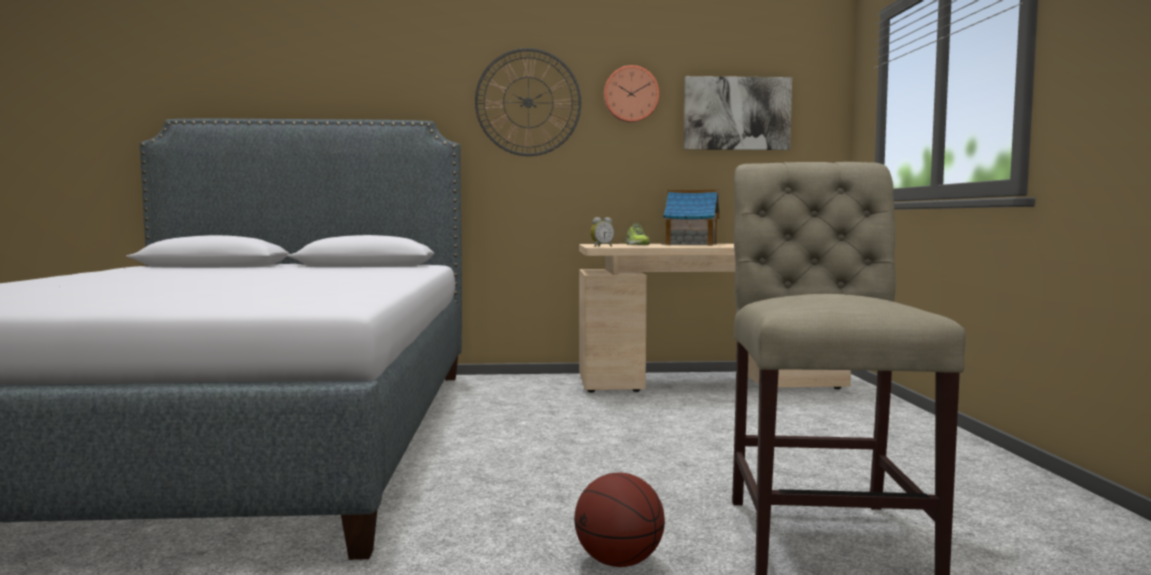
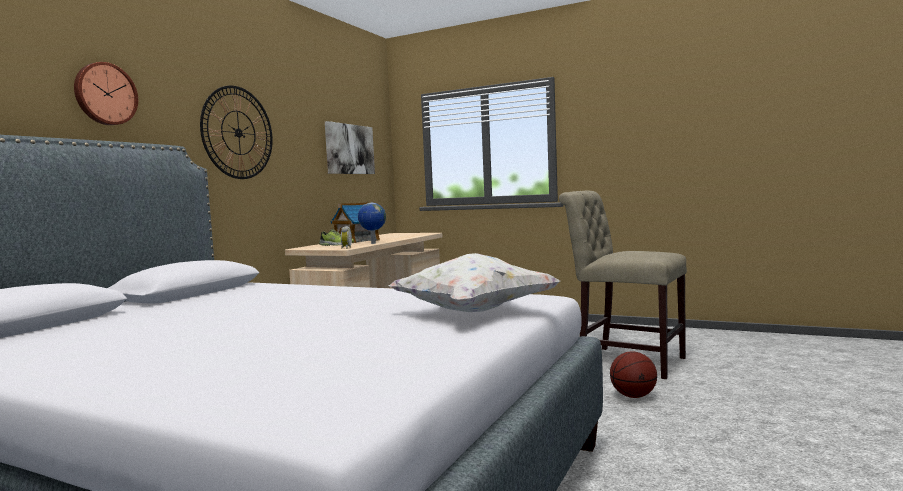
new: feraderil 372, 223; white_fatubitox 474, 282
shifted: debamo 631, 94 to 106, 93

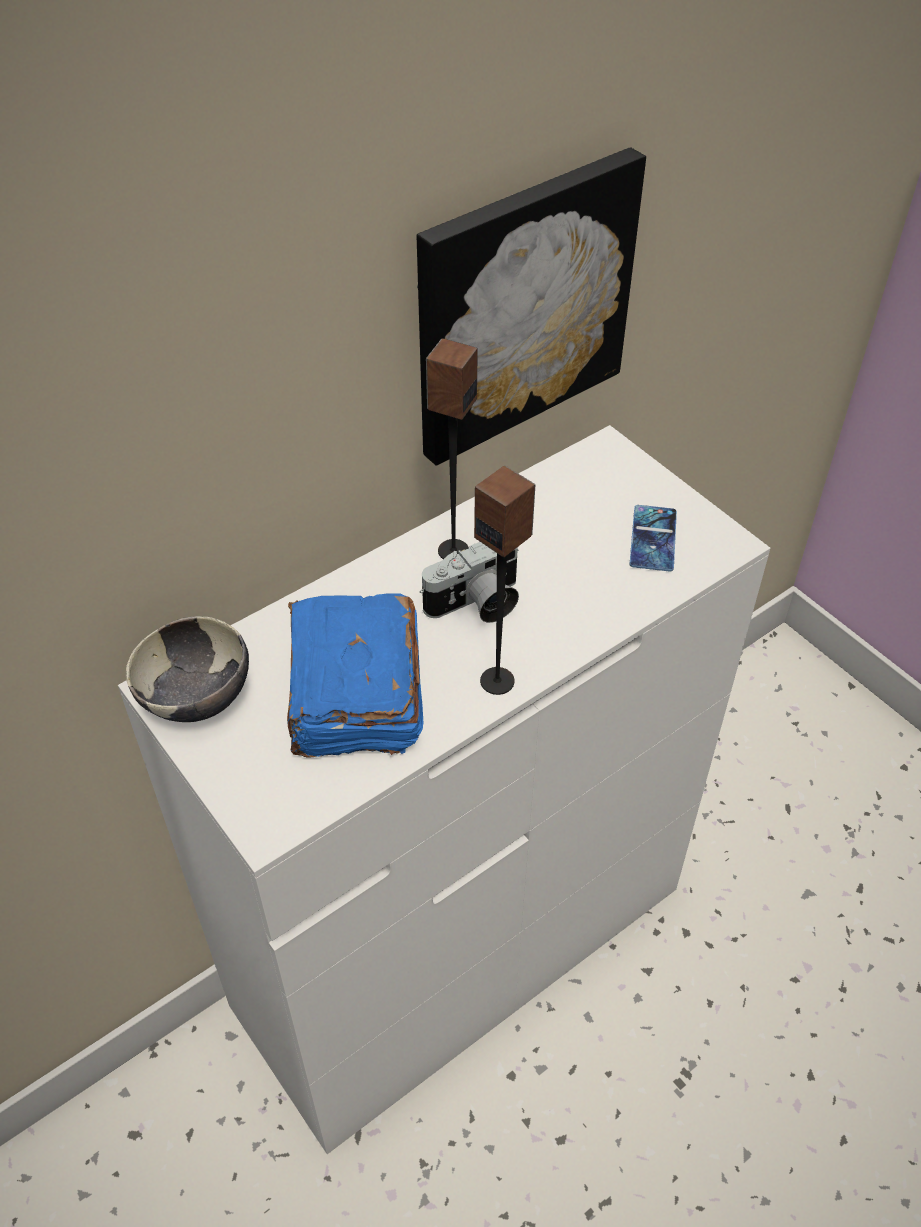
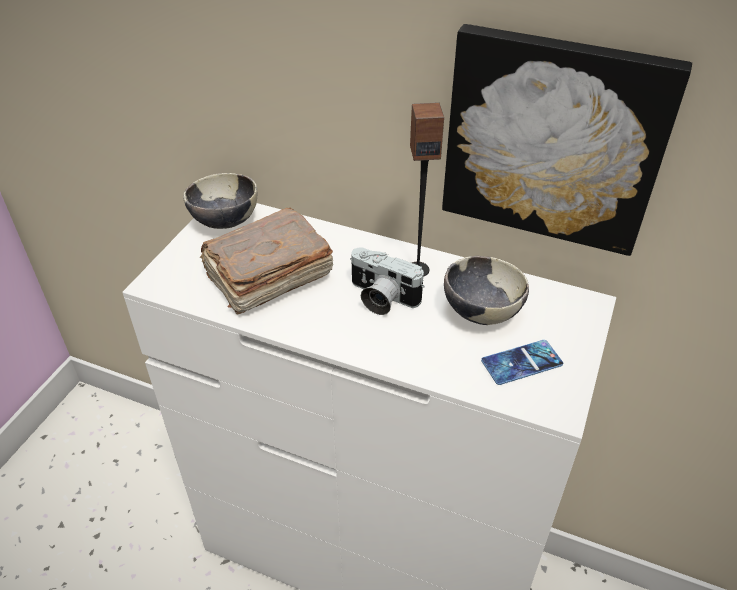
gone: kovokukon 505, 580
new: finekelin 486, 290
repainted: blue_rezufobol 355, 676 to brown_rezufobol 266, 261

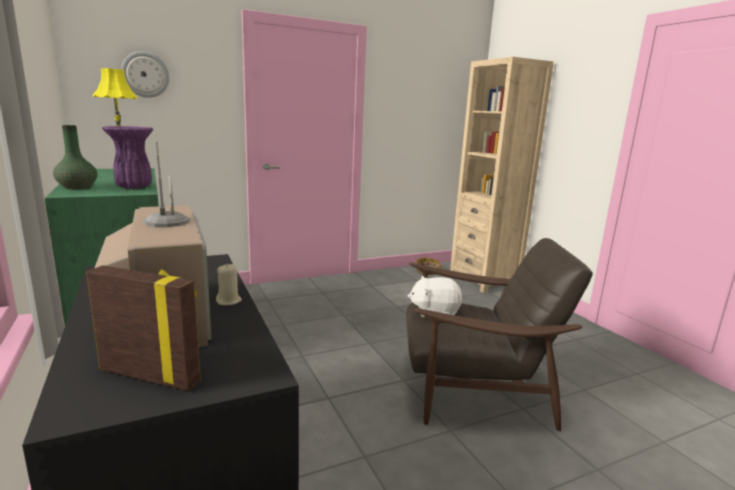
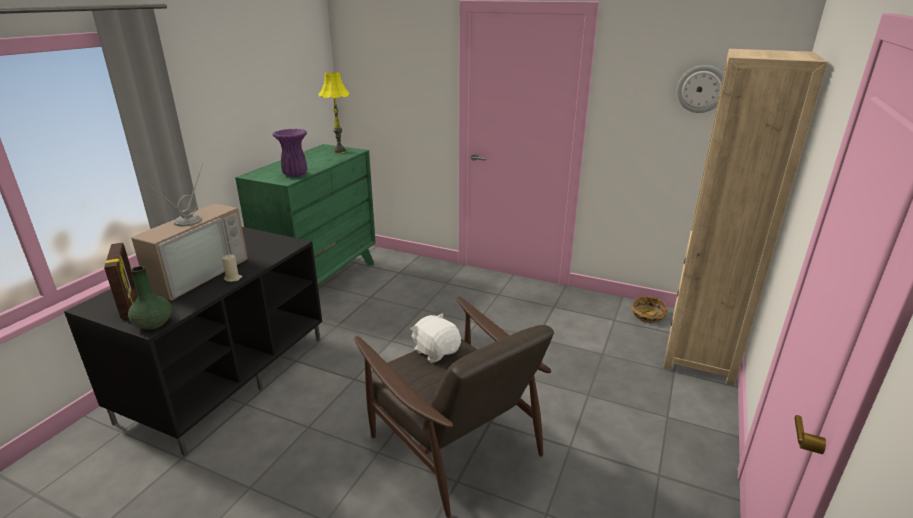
shifted: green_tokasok 75, 157 to 150, 298; debamo 145, 74 to 700, 89

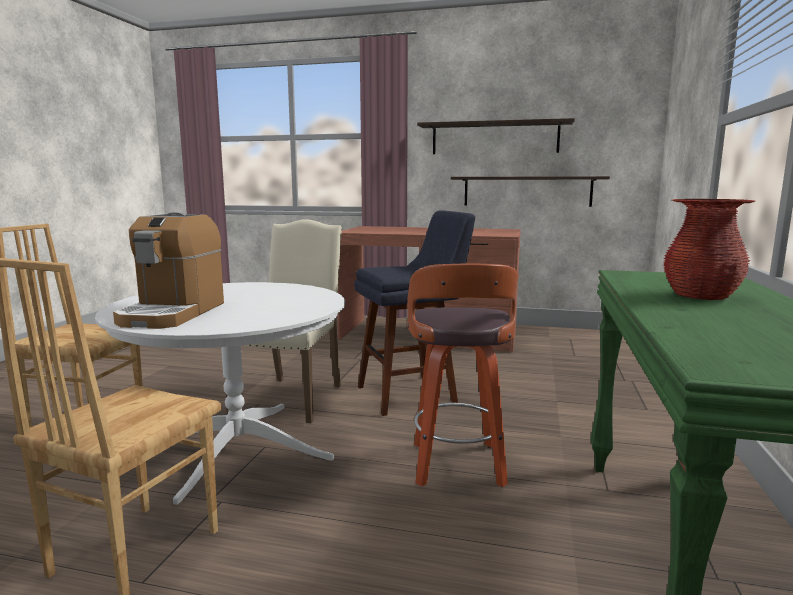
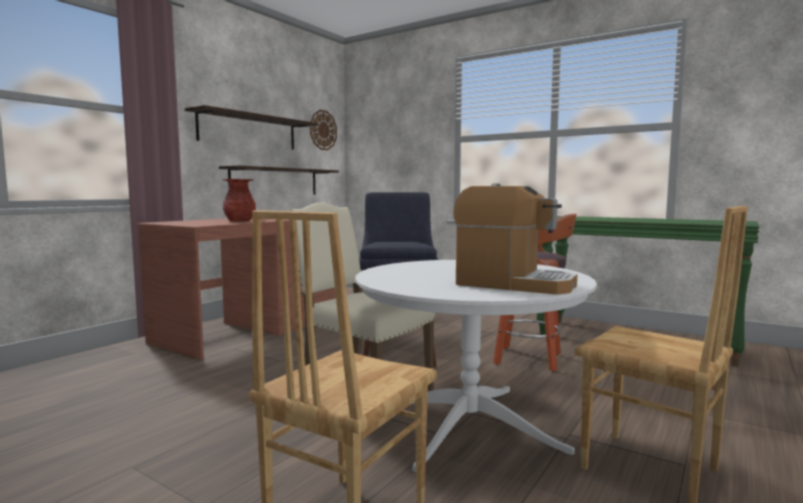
new: debamo 323, 130
shifted: red_tokasok 709, 249 to 239, 200

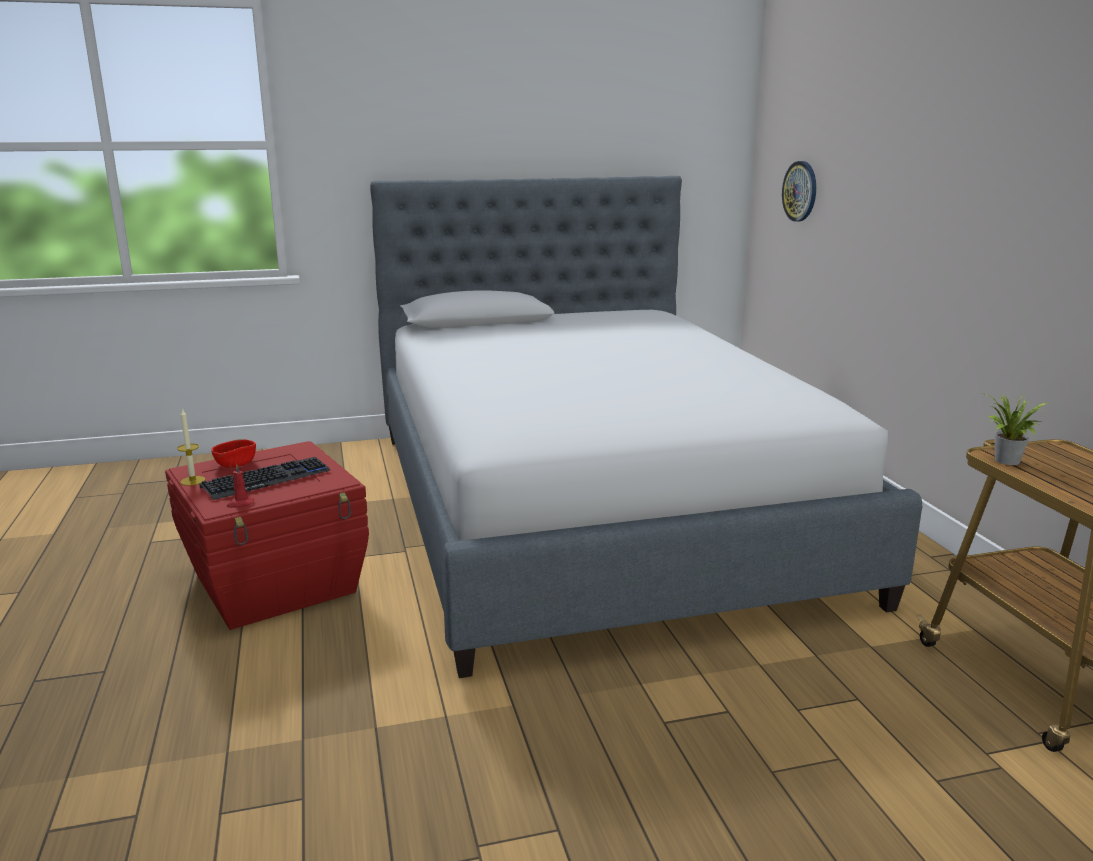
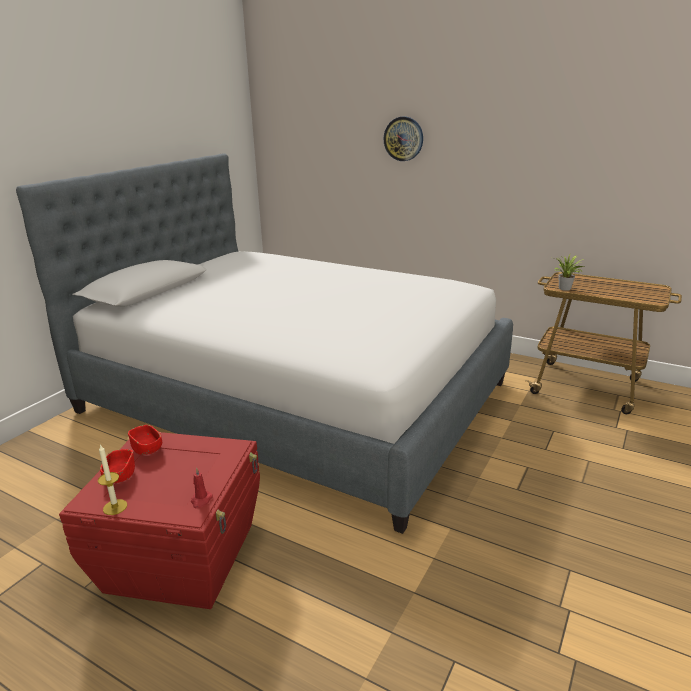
gone: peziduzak 264, 478
new: red_finekelin 145, 440
shifted: debamo 799, 191 to 403, 139

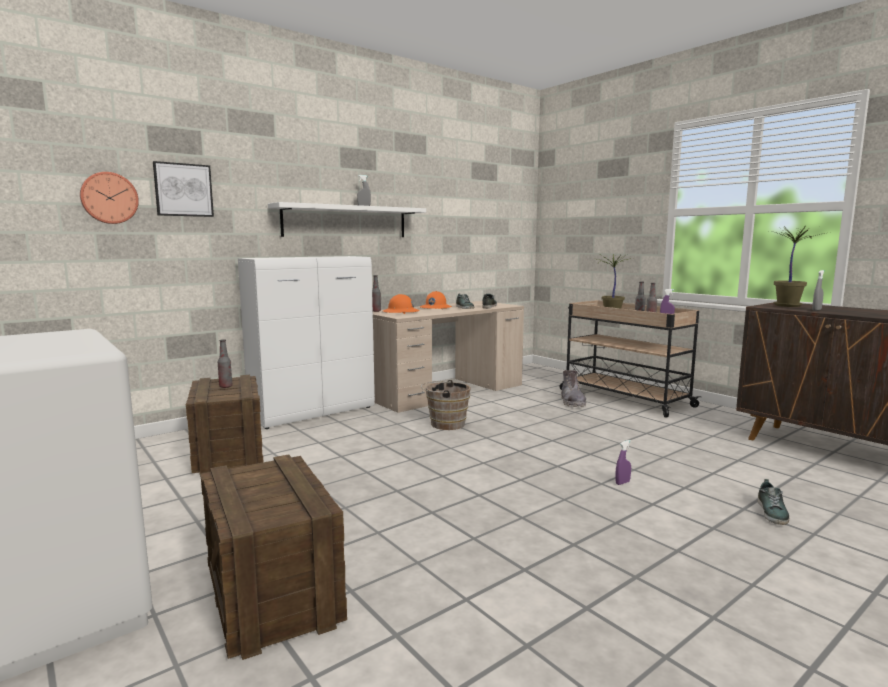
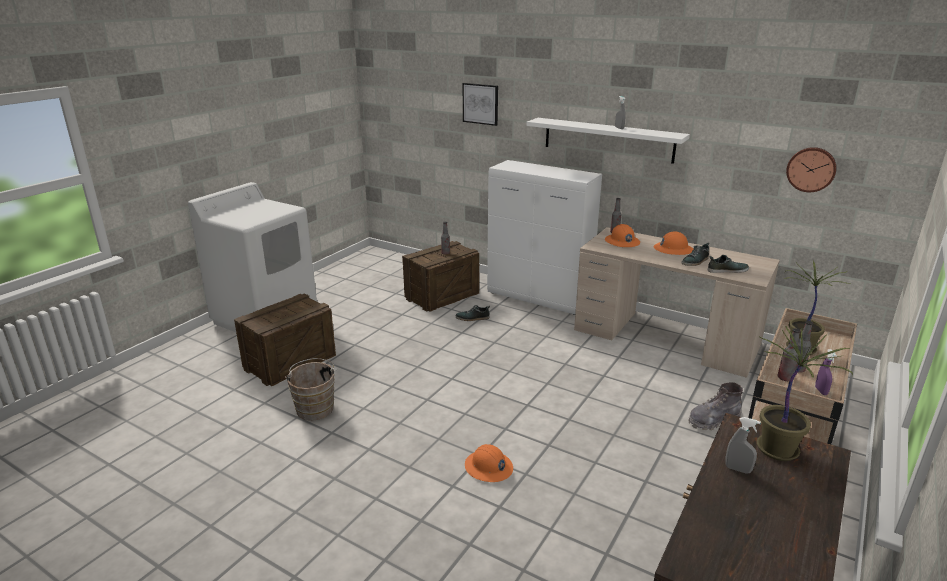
shifted: debamo 109, 198 to 811, 169; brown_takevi 446, 405 to 311, 389; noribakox 773, 502 to 473, 313
swapped: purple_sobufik 623, 462 to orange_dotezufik 489, 463

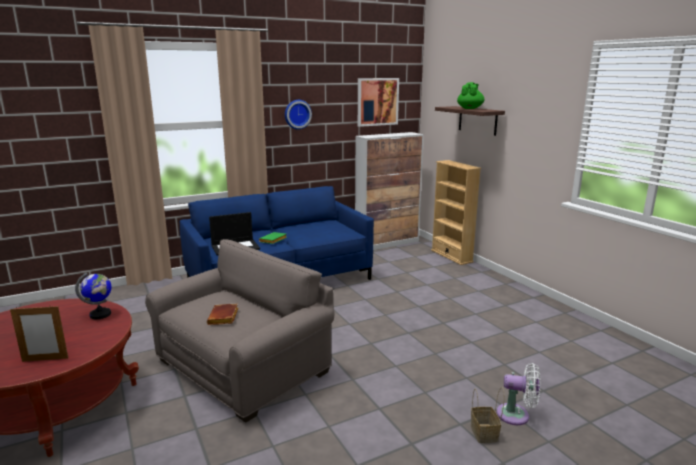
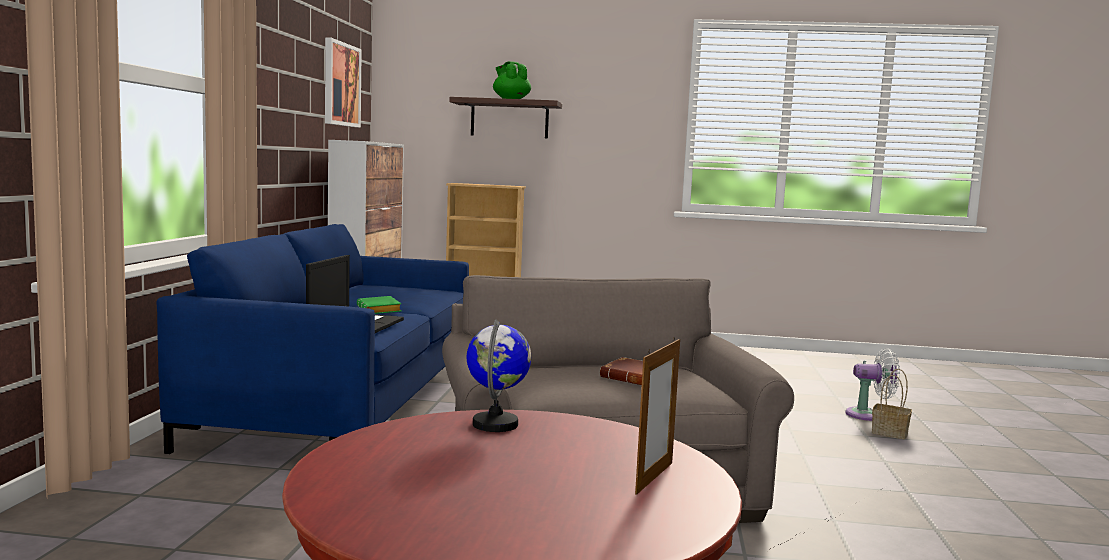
gone: debamo 298, 114
rotated: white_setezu 518, 394 = 872, 384 45 degrees clockwise

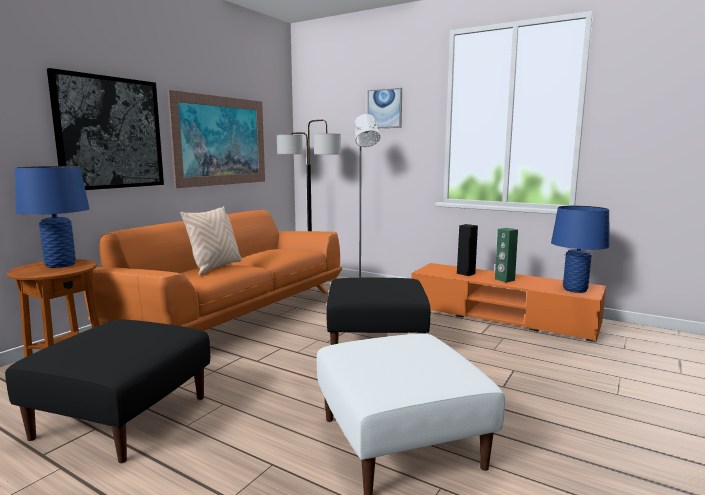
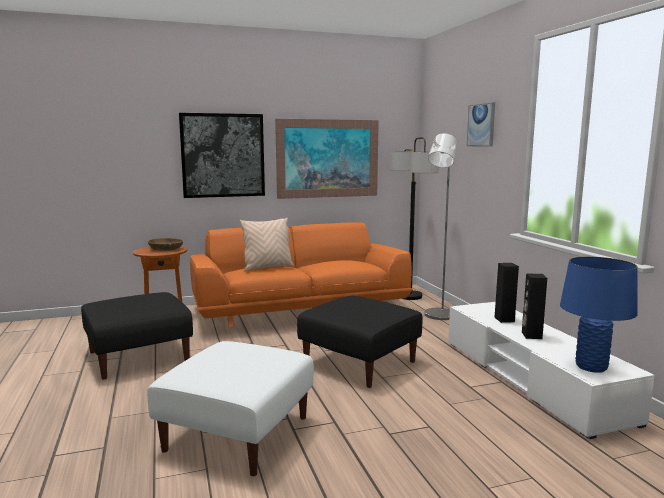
swapped: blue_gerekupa 52, 217 to brown_finekelin 165, 244
repainted: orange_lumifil 508, 302 to white_lumifil 551, 370; green_kovokukon 506, 255 to black_kovokukon 534, 306

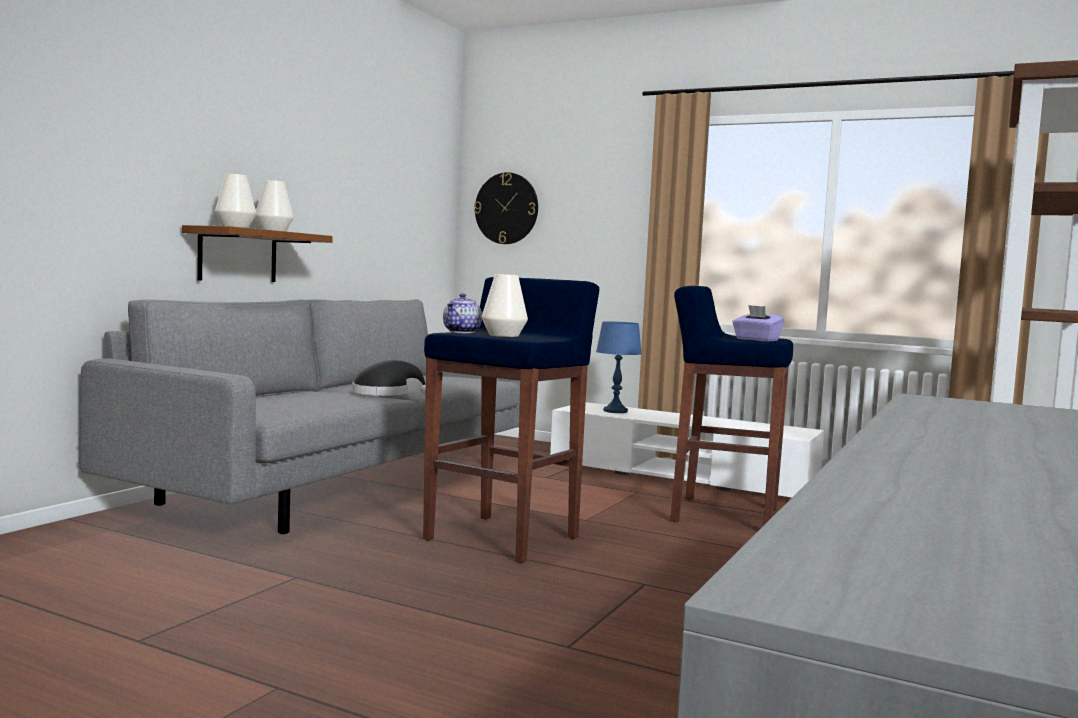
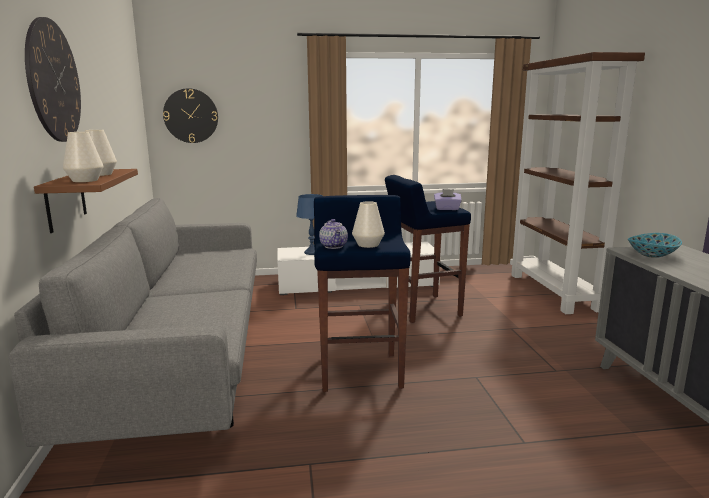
gone: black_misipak 389, 378
new: debamo 53, 79; finekelin 655, 245

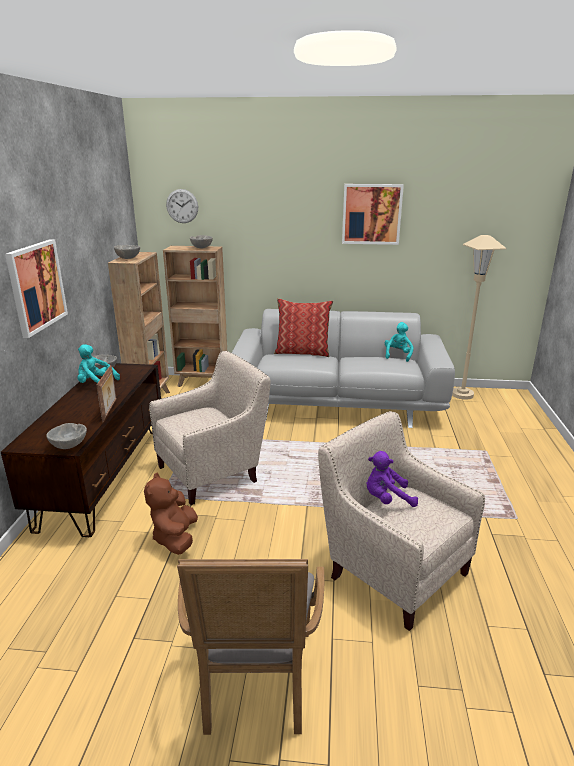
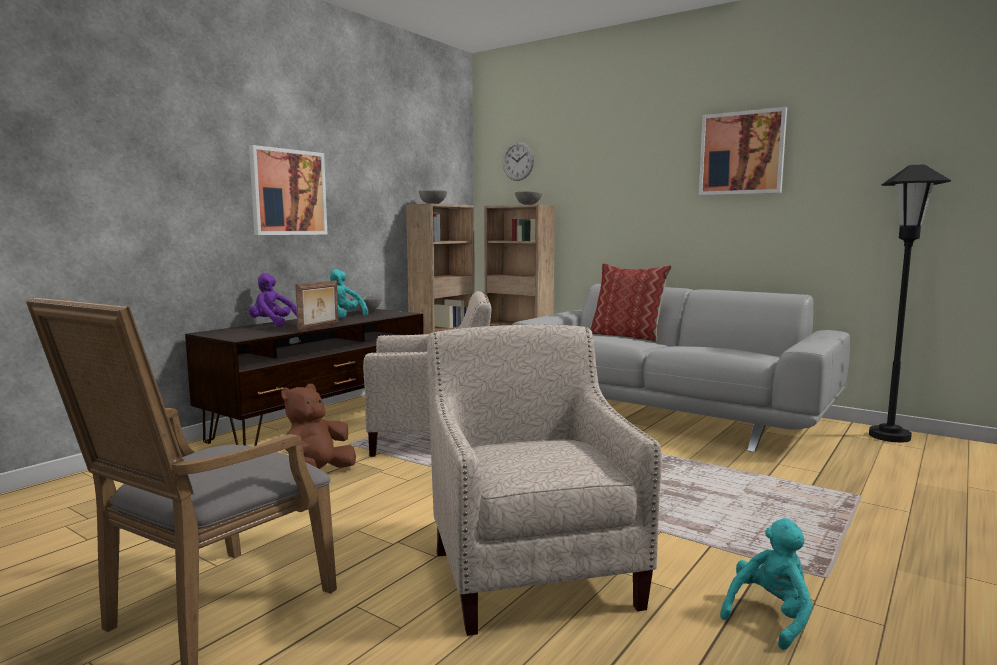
gone: grey_finekelin 66, 436
shifted: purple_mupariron 392, 479 to 273, 300; turquoise_mupariron 399, 342 to 766, 584
repainted: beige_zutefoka 479, 317 to black_zutefoka 910, 303

